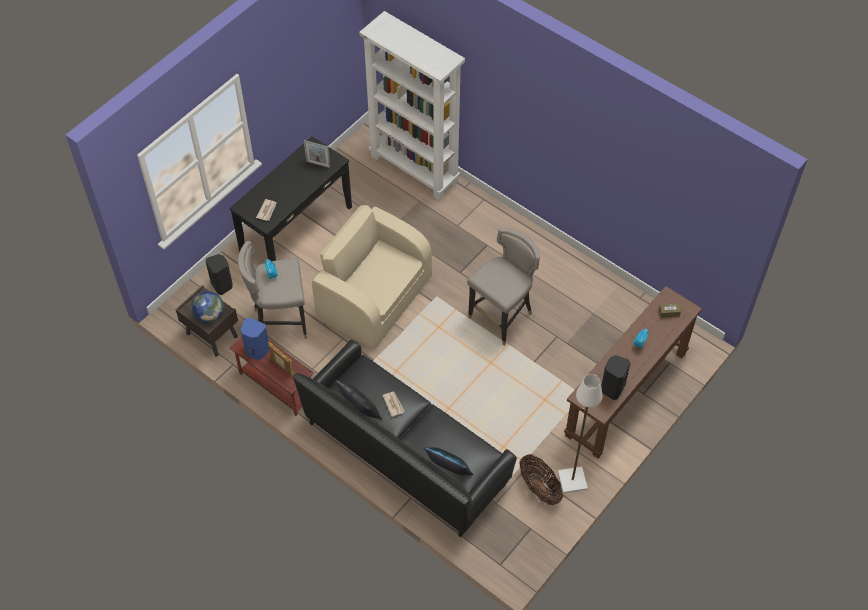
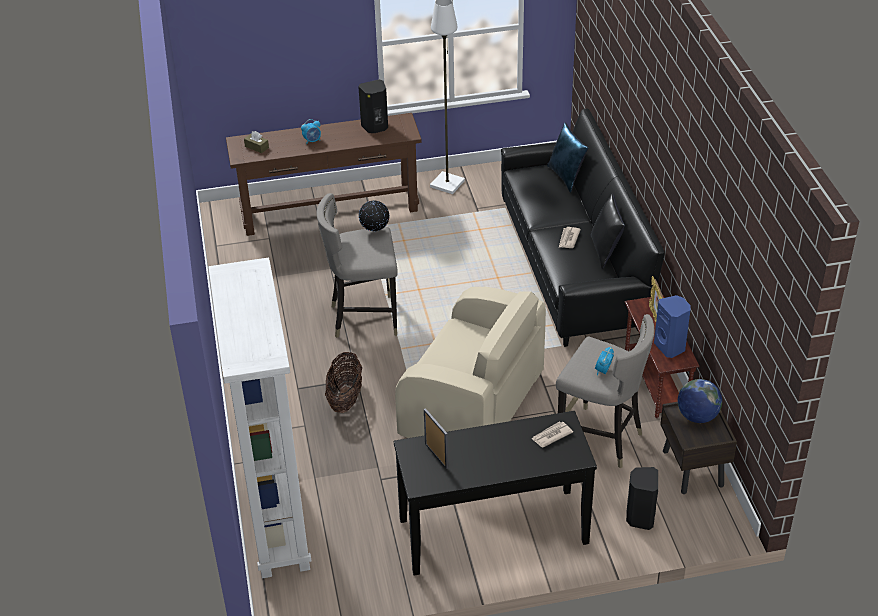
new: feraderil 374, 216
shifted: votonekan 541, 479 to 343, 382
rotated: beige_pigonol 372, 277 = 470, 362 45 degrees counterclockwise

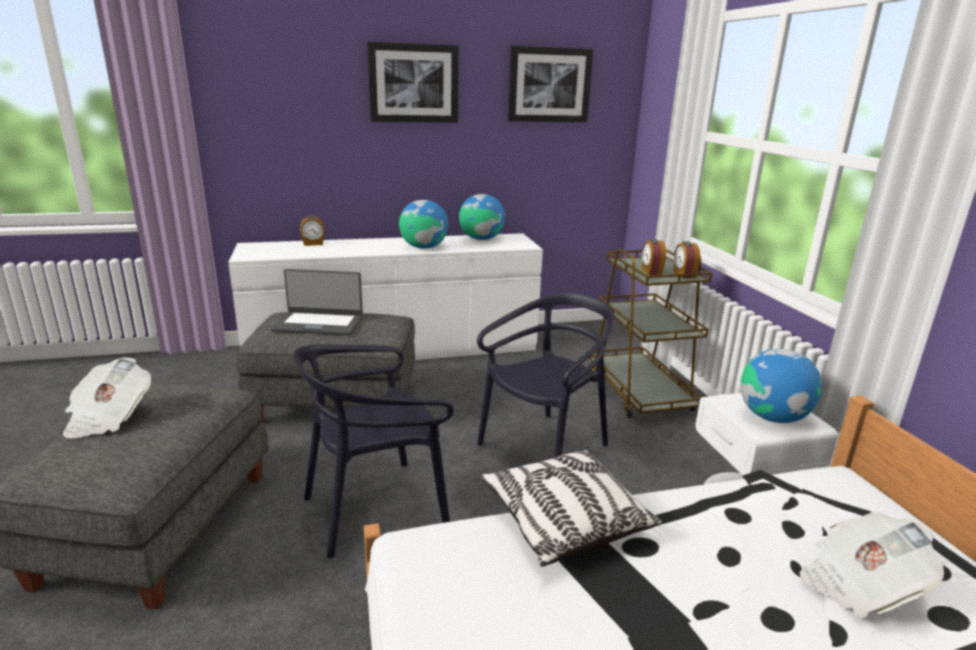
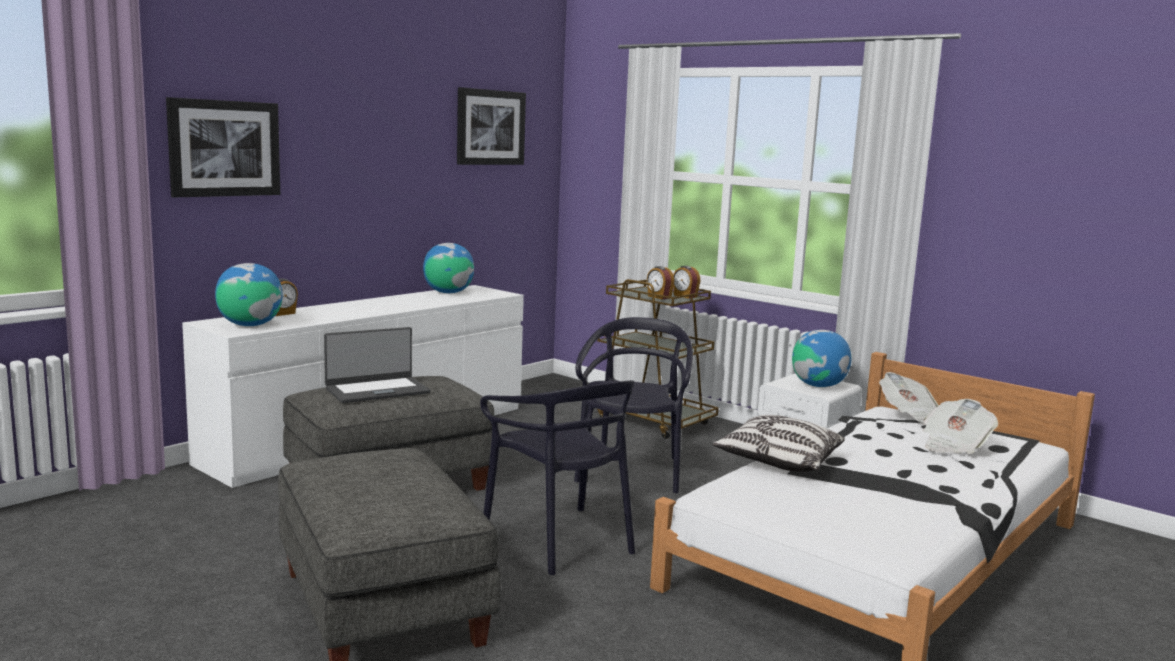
shifted: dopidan 107, 397 to 909, 398; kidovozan 413, 82 to 223, 147; feraderil 423, 224 to 249, 294
rotated: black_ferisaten 373, 451 = 557, 477 60 degrees counterclockwise

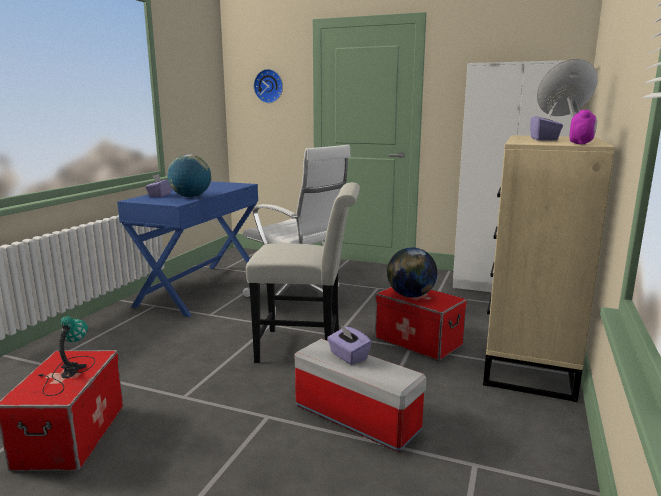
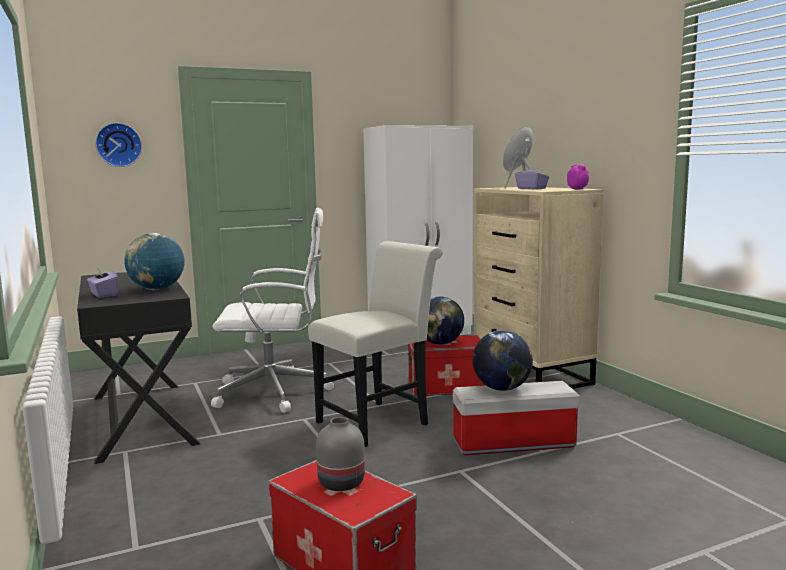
swapped: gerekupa 66, 356 to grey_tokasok 340, 454; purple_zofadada 349, 344 to feraderil 502, 360
repainted: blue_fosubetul 187, 249 to black_fosubetul 138, 368

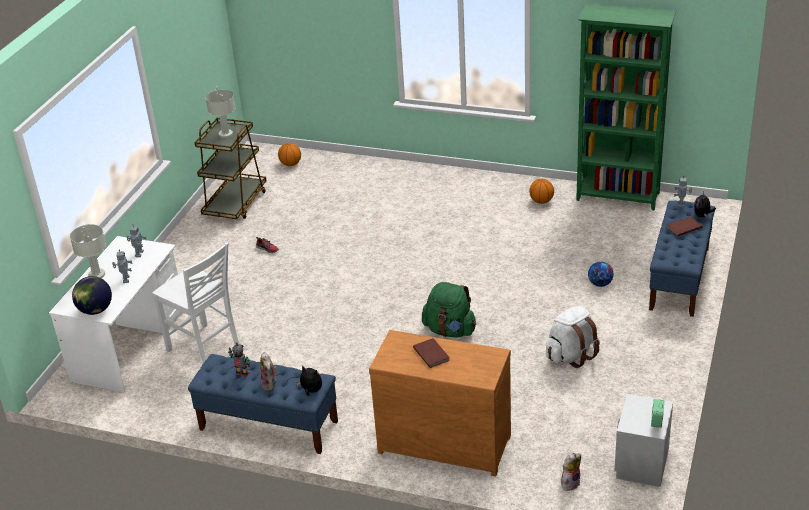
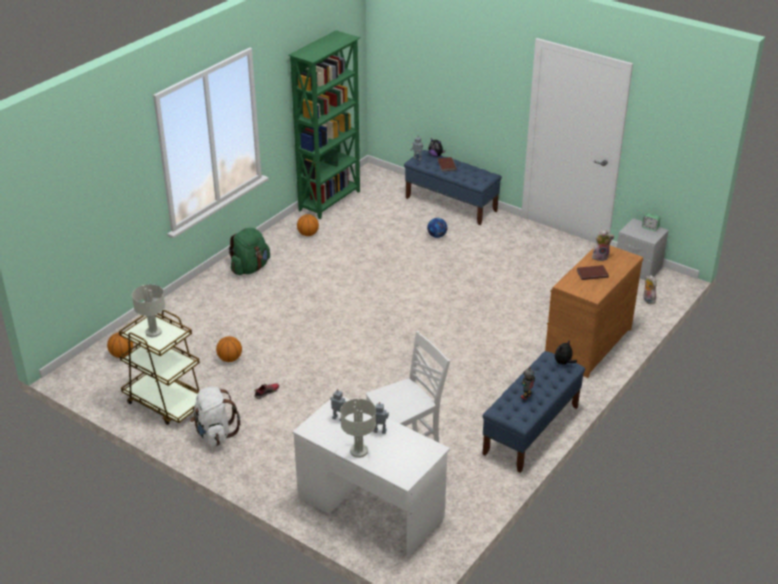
gone: feraderil 92, 295
new: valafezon 229, 349
shifted: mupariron 268, 371 to 603, 245; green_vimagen 449, 310 to 249, 251; white_vimagen 573, 337 to 215, 416

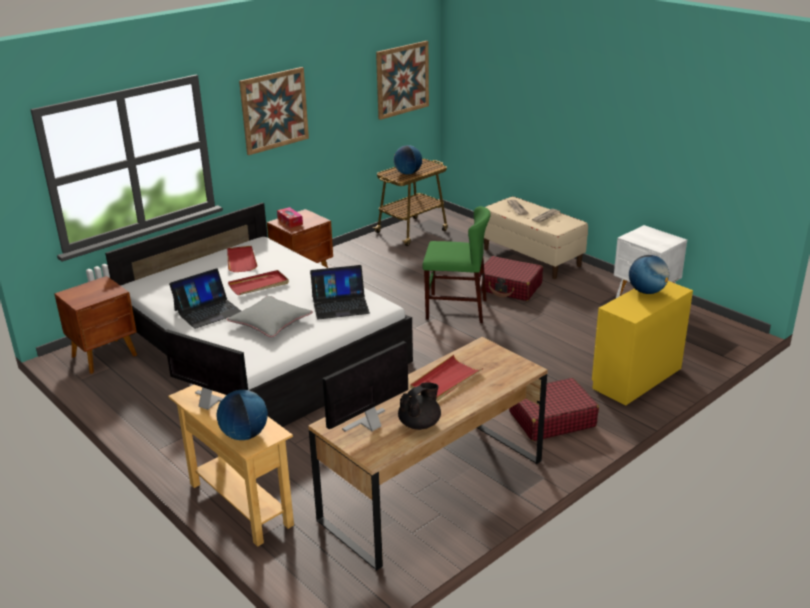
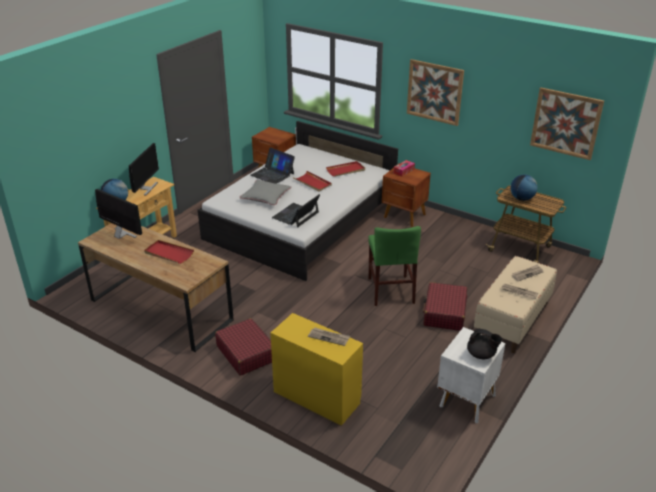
shifted: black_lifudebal 419, 406 to 484, 343
swapped: feraderil 649, 274 to dopidan 329, 337
rotated: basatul 340, 292 = 296, 211 60 degrees clockwise

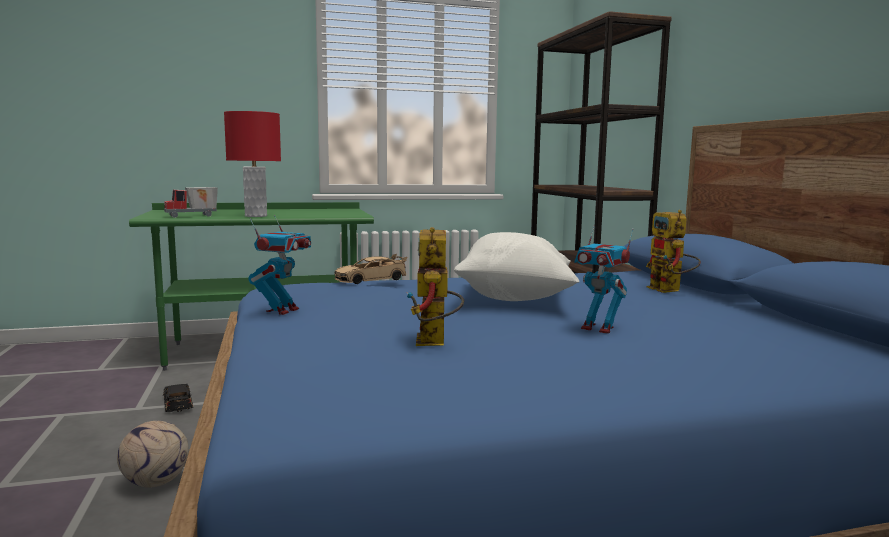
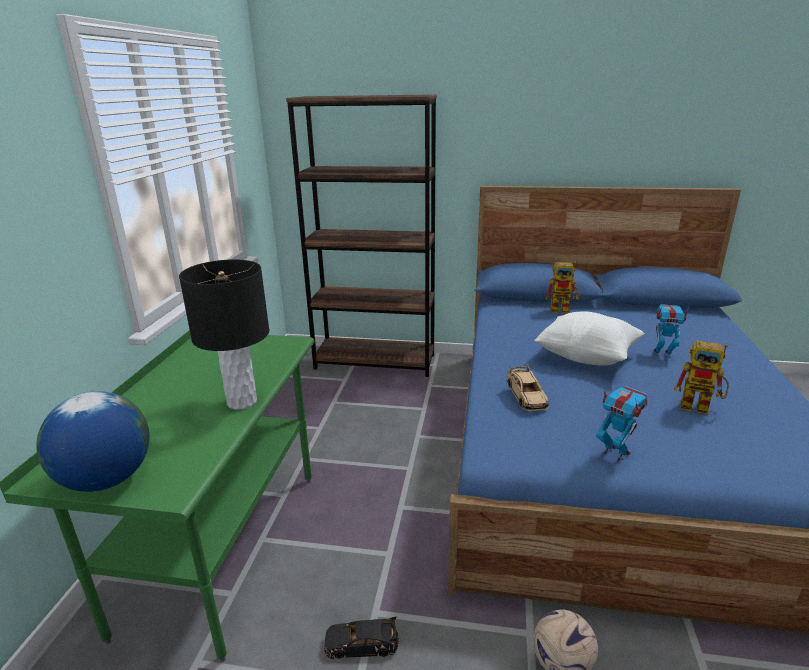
gone: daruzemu 191, 202
new: feraderil 93, 441
repainted: red_gerekupa 252, 164 to black_gerekupa 224, 334
rotated: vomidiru 603, 280 = 671, 331 135 degrees counterclockwise

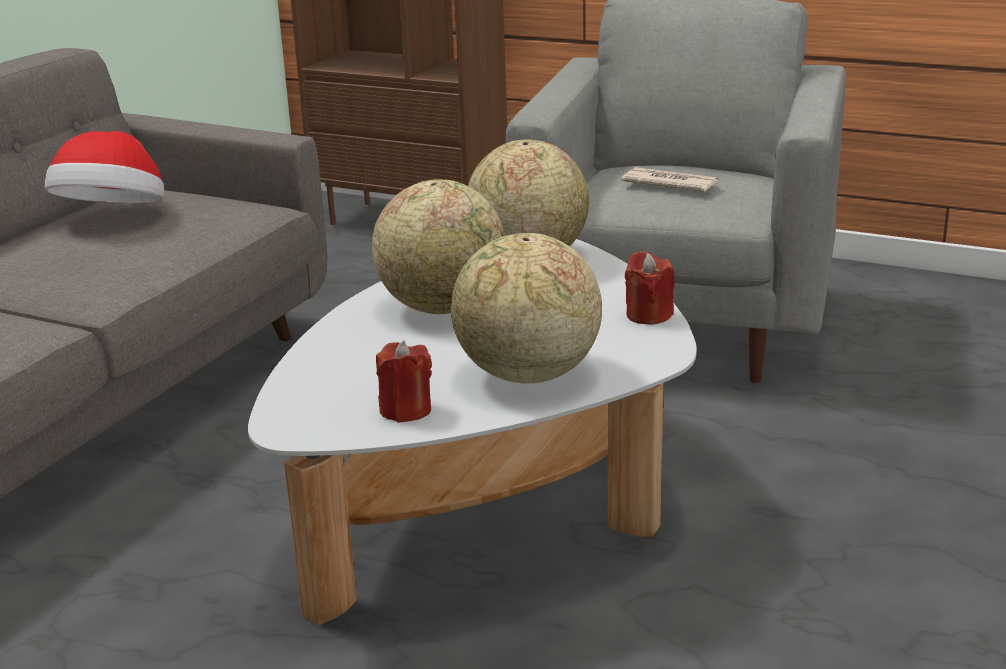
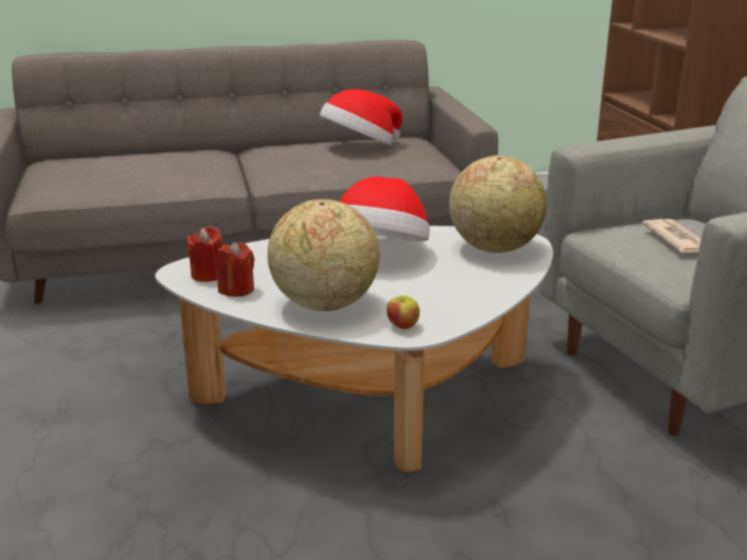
new: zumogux 403, 312
shifted: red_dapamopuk 650, 287 to 205, 254
swapped: feraderil 438, 246 to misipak 384, 208

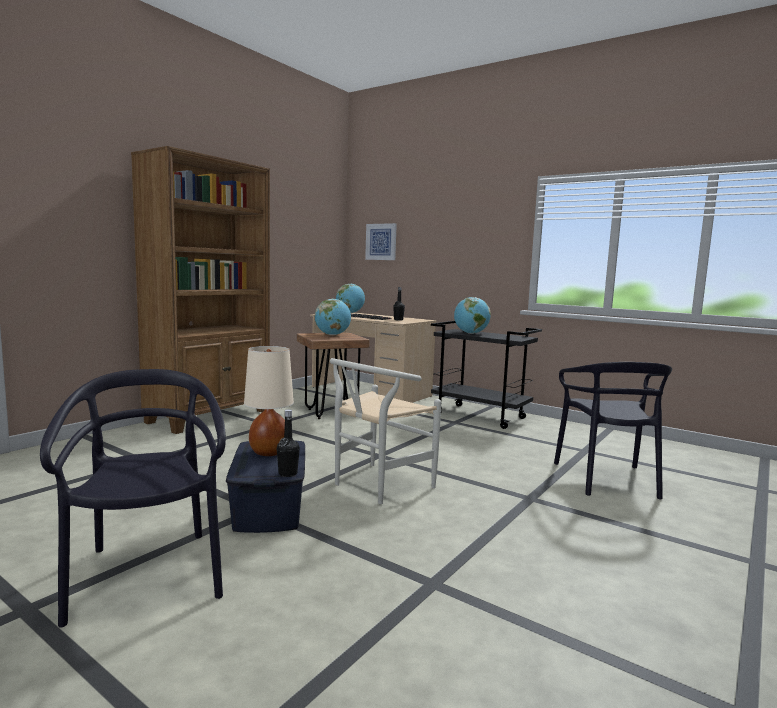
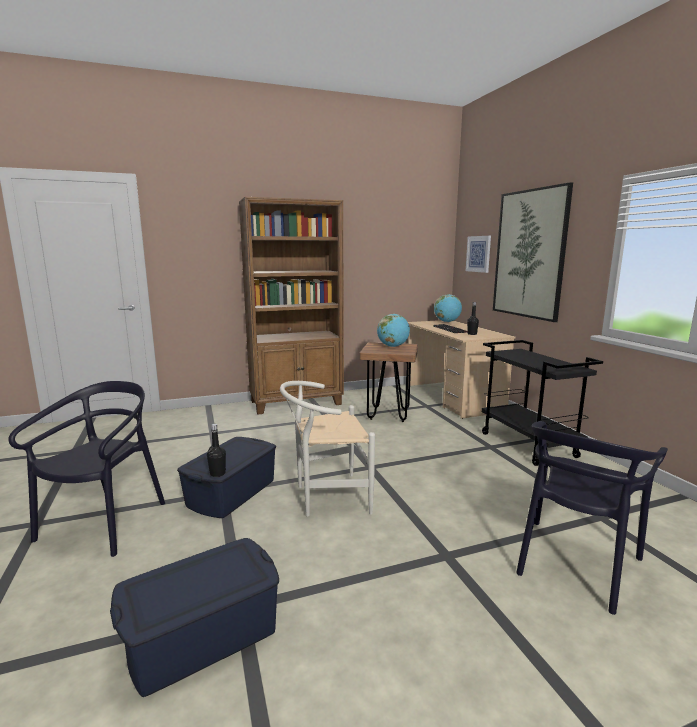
gone: beige_gerekupa 269, 401; feraderil 472, 315
new: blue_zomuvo 194, 617; kidovozan 533, 252

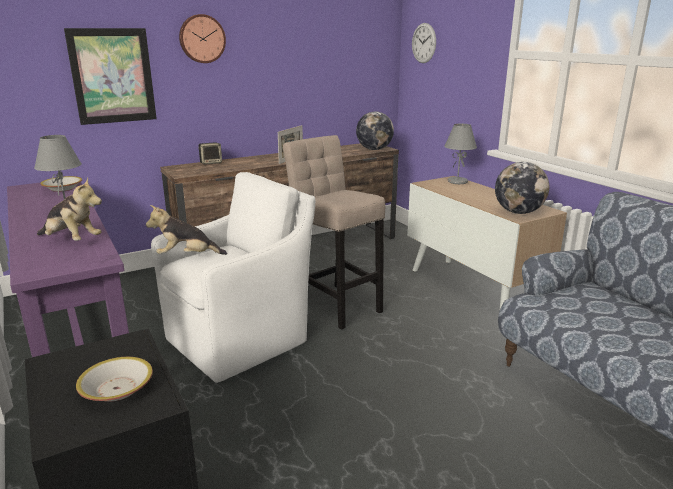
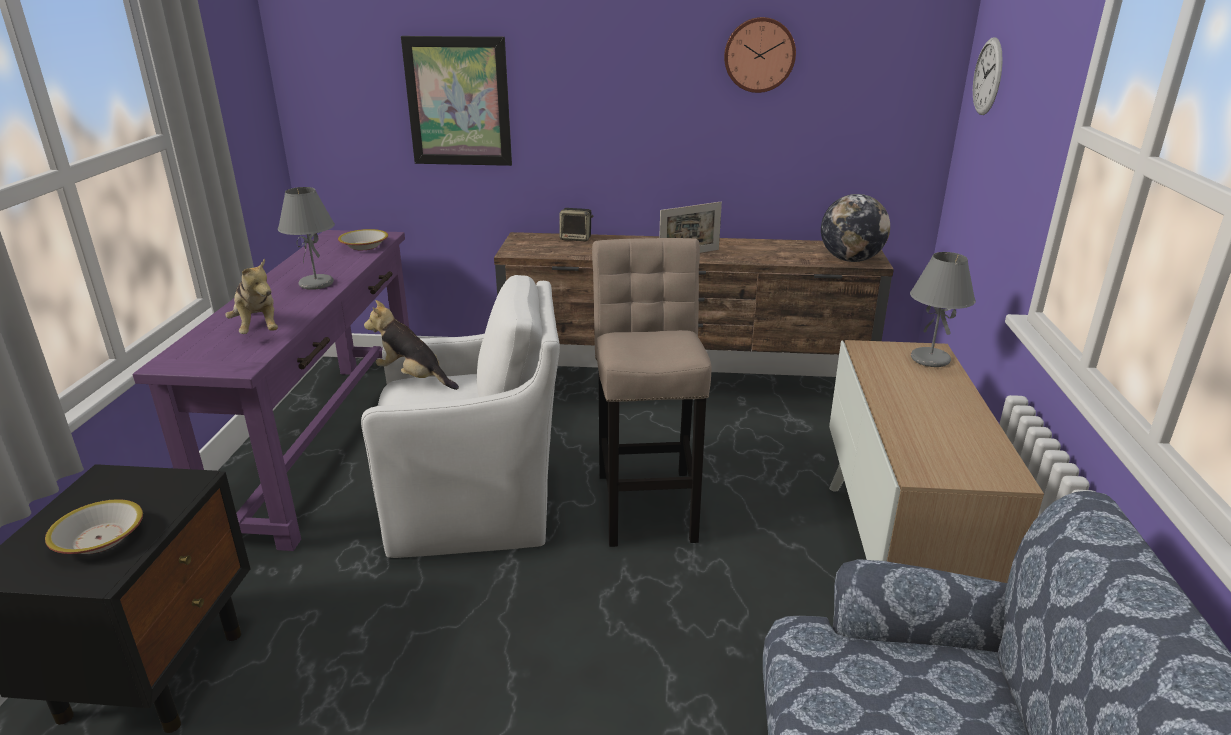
gone: feraderil 522, 188
shifted: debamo 202, 38 to 760, 55

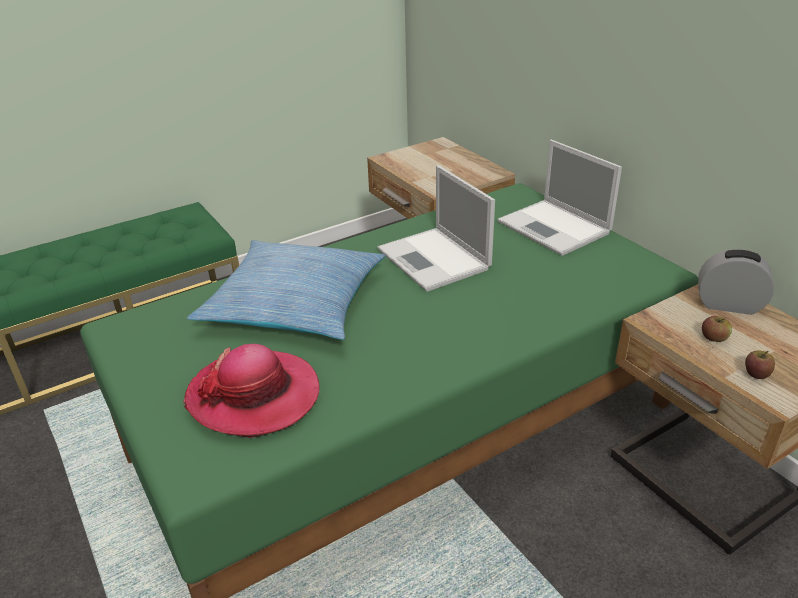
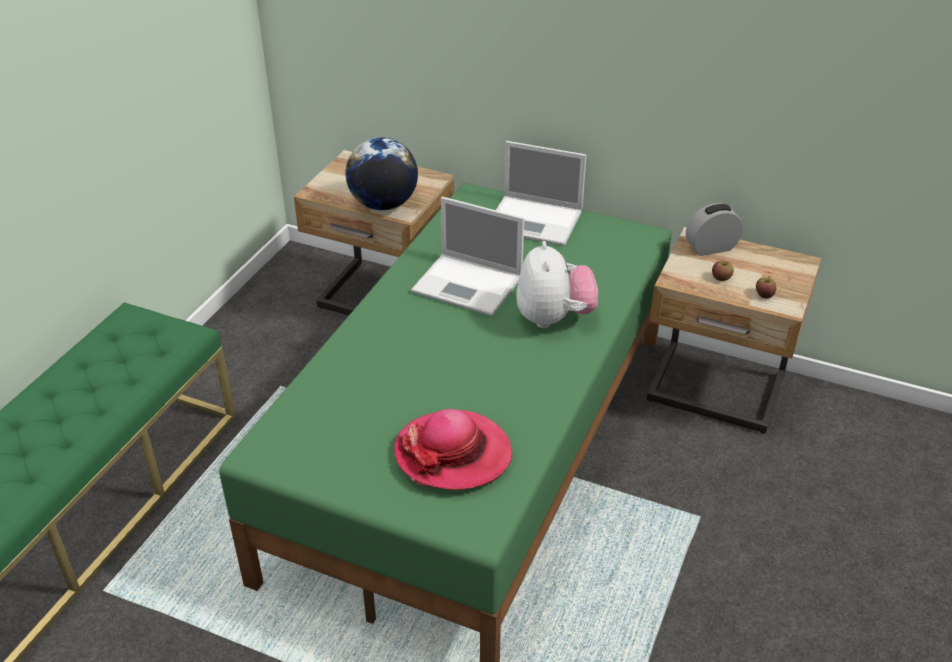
gone: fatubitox 286, 290
new: feraderil 382, 173; mupariron 557, 284

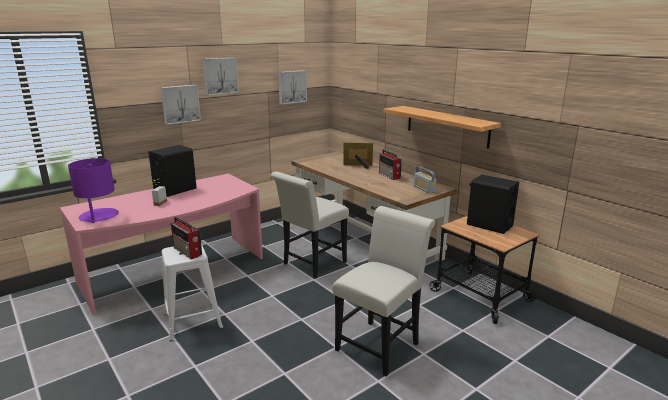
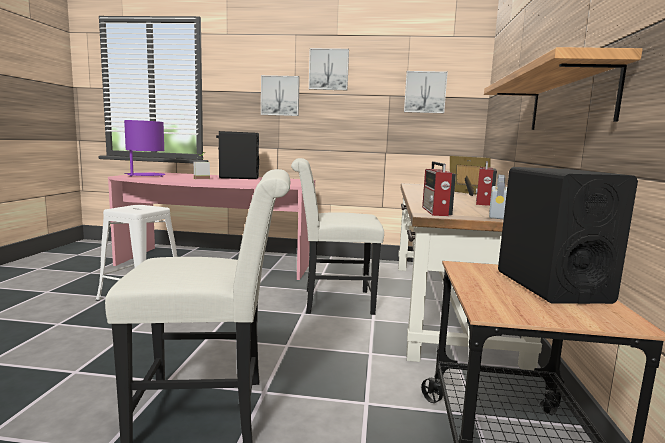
shifted: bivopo 186, 238 to 439, 189

